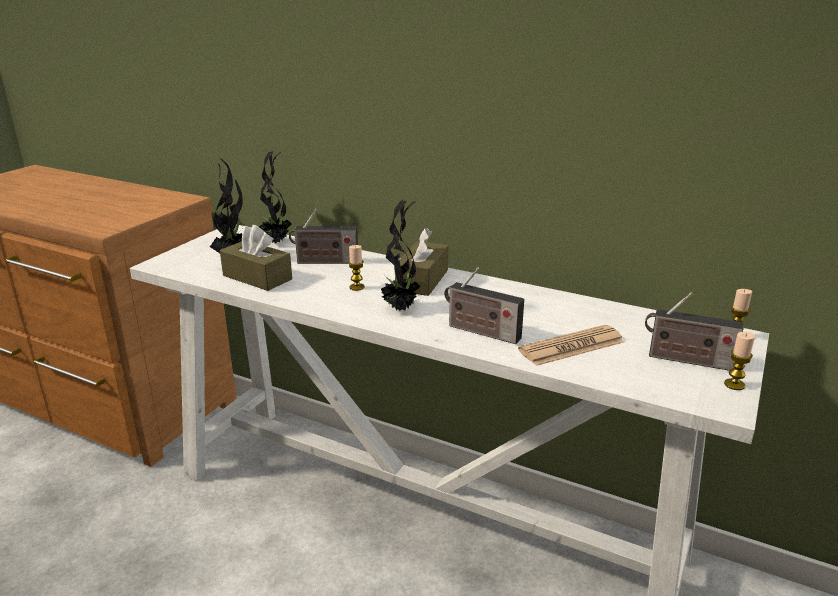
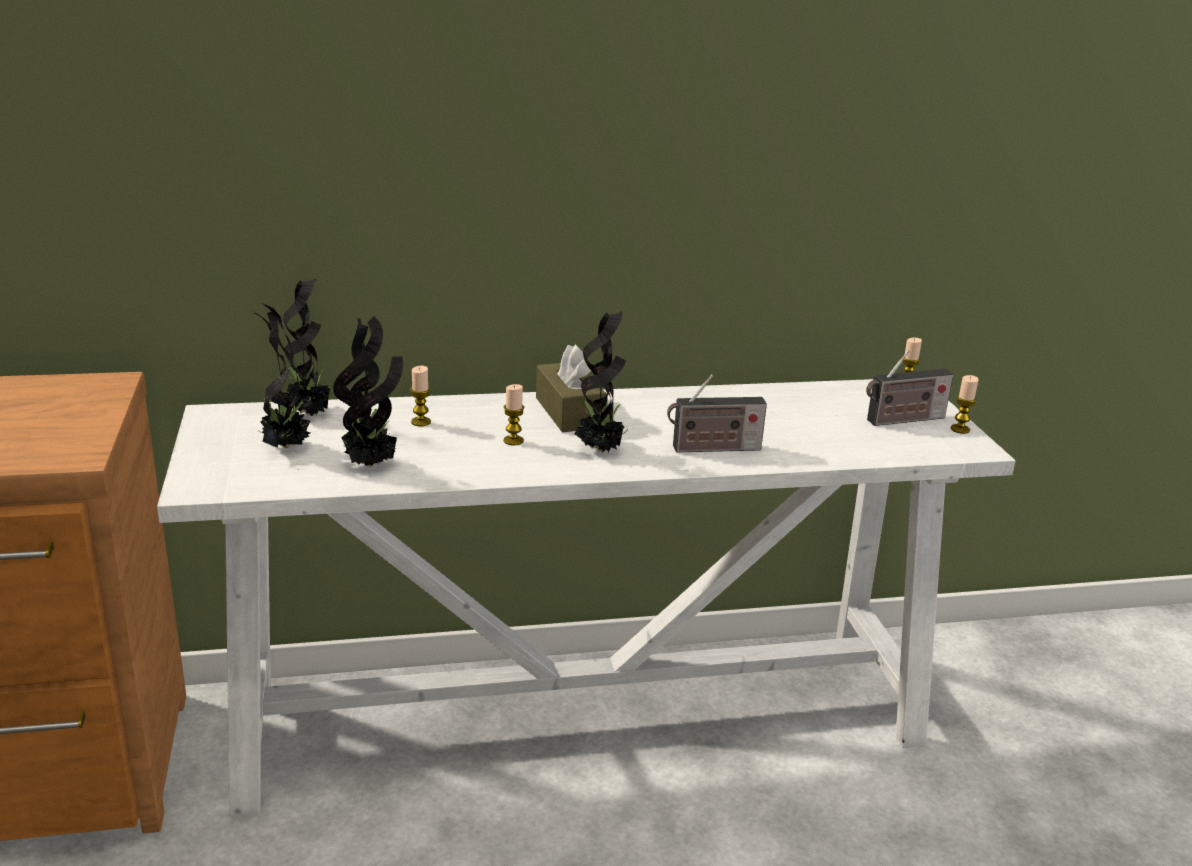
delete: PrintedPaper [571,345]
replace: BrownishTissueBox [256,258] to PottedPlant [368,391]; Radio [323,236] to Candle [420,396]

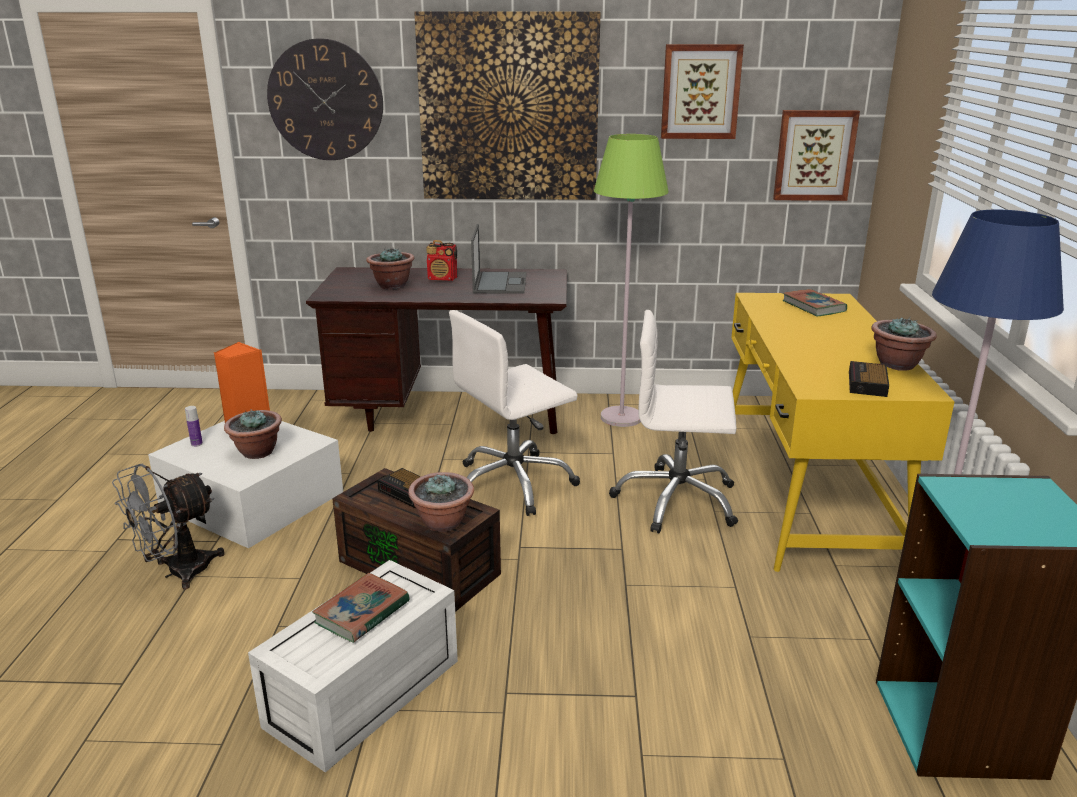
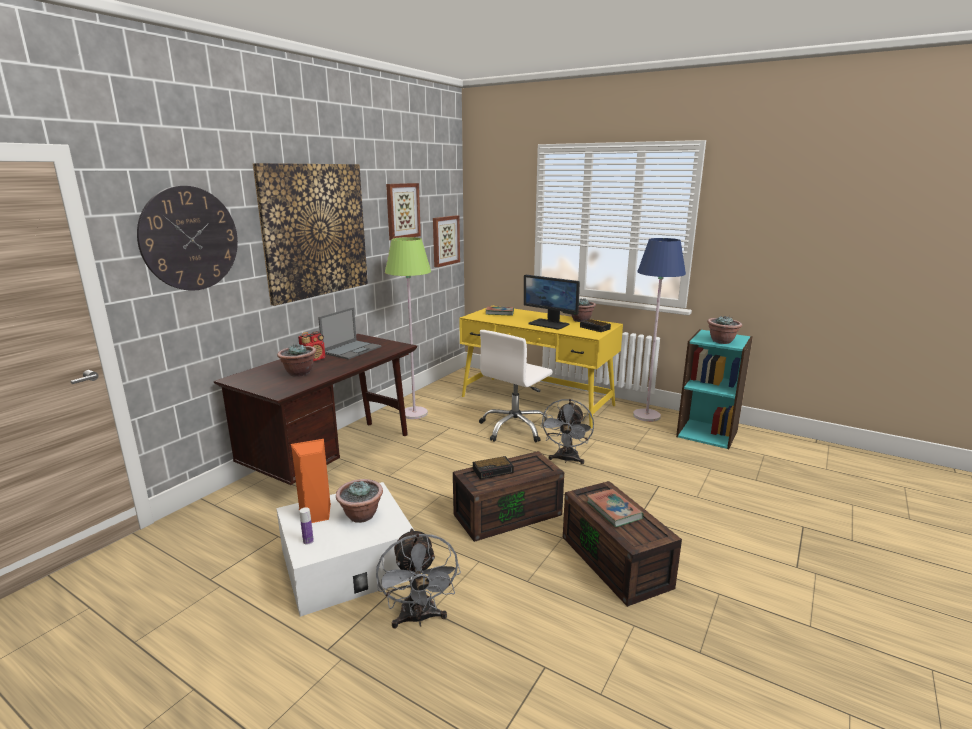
delete: WhitishOfficeChair [514,413]
insert: ComputerScreen [552,302]; GrayCoolingFan [567,431]
move: PottedPlant [441,502] to [725,330]
recolor: WhitishStorageContainer [353,666] to BrownishStorageContainer [622,544]
rotate: Laptop [498,259] = [350,333] 90 degrees clockwise

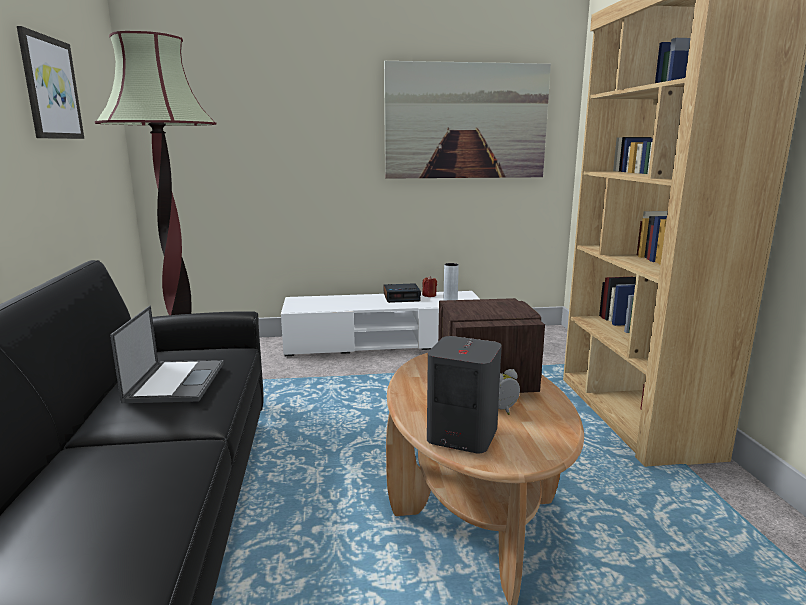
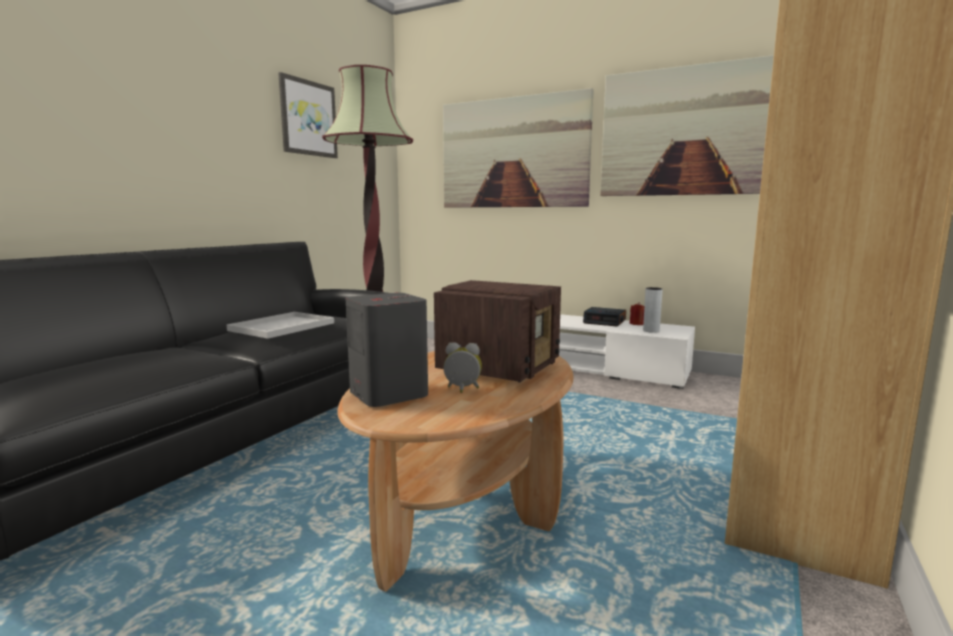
insert: Picture [518,148]
replace: Laptop [167,354] to WhitishServingTray [280,325]

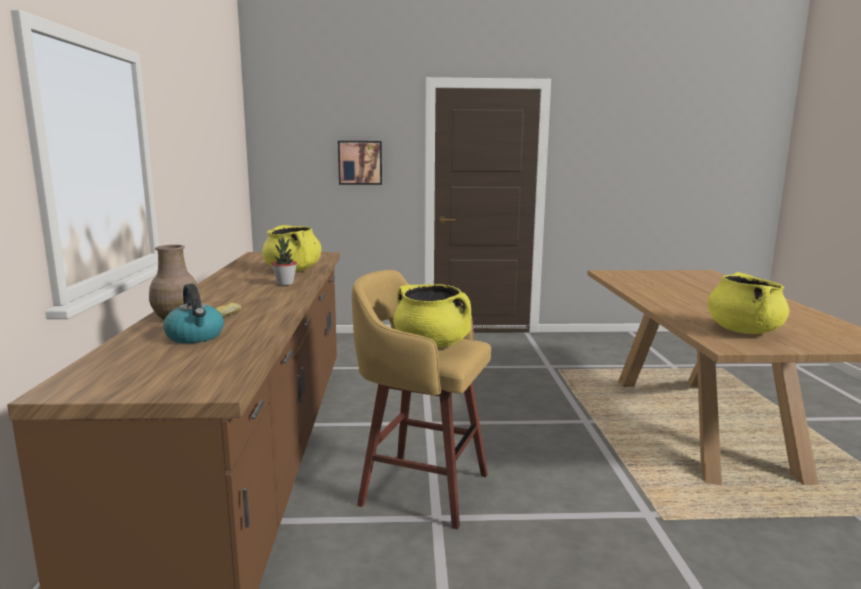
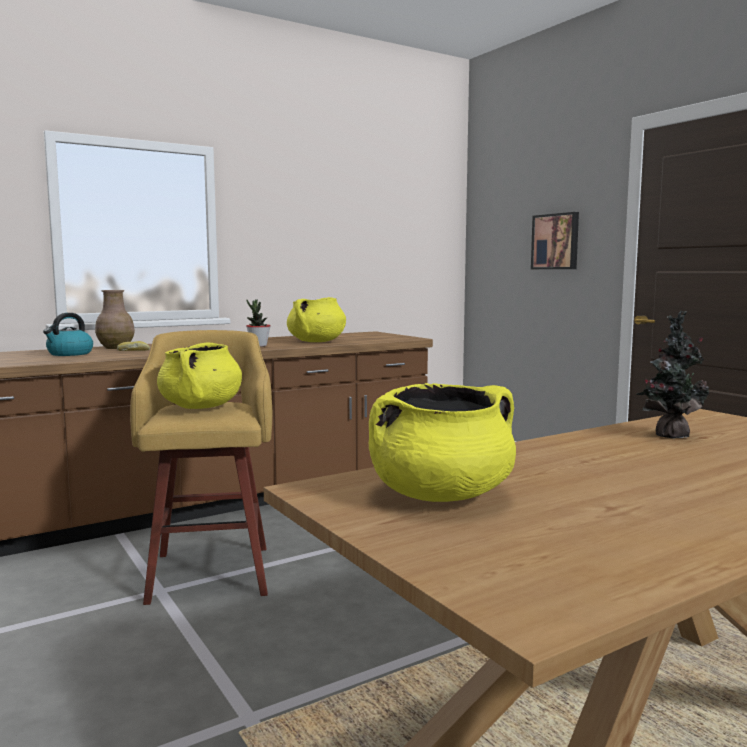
insert: PottedPlant [673,375]

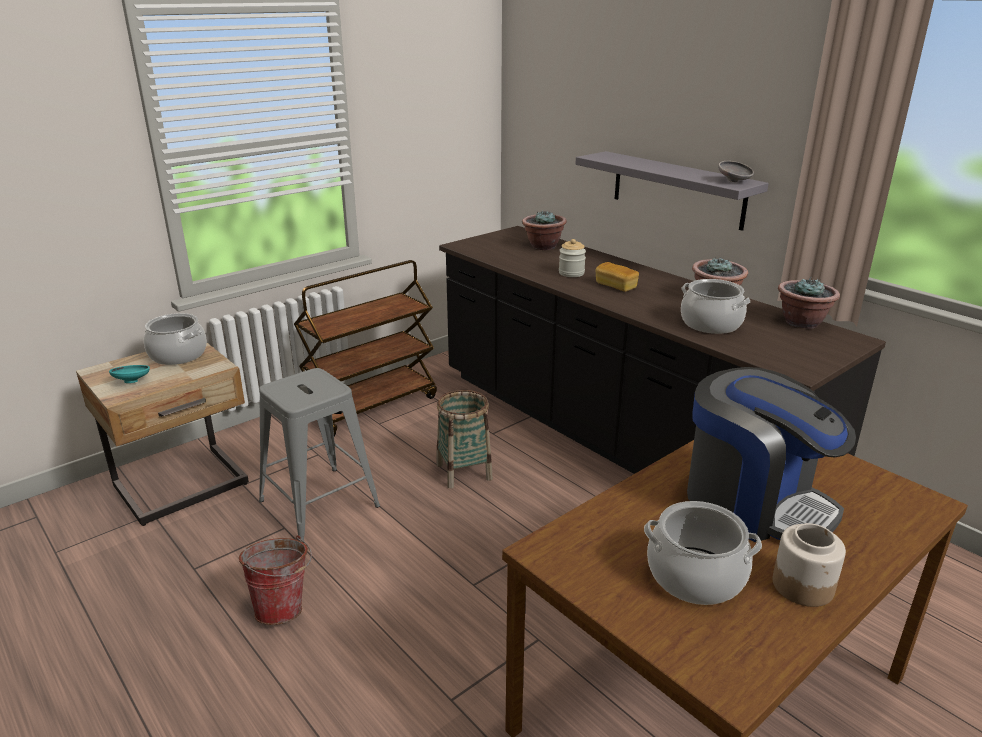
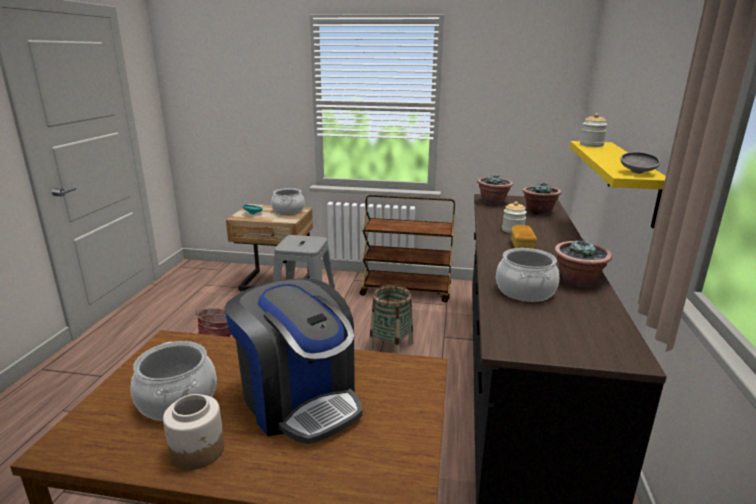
insert: StorageJar [594,130]
move: PottedPlant [809,303] to [495,190]
recolor: GrayWallShelf [672,191] to YellowColouredWallShelf [618,184]
rotate: CoffeeMachine [771,454] = [293,361] 45 degrees counterclockwise

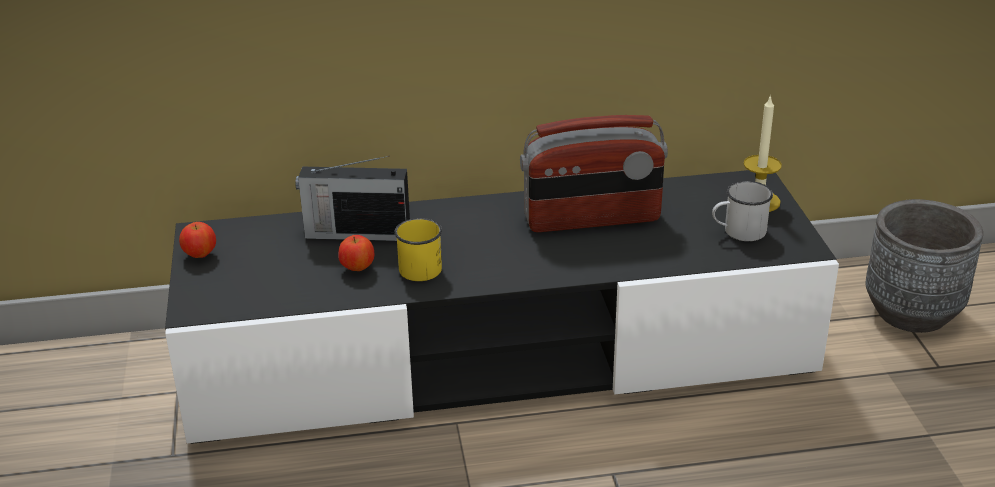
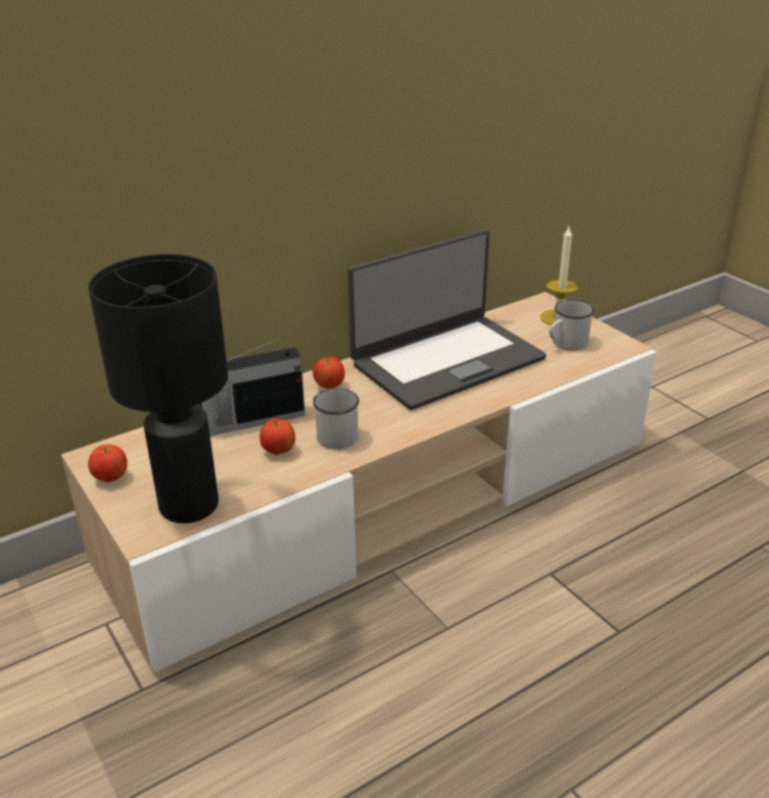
delete: GrayPlanter [924,266]
insert: BlackColouredTabletopLamp [158,388]; WholeApple [329,373]
replace: Radio [594,173] to Laptop [446,319]
recolor: BlackColouredTvUnit [502,307] to BeigeColouredTvUnit [359,482]; YellowColouredTeaMug [418,249] to WhitishTeaMug [336,419]

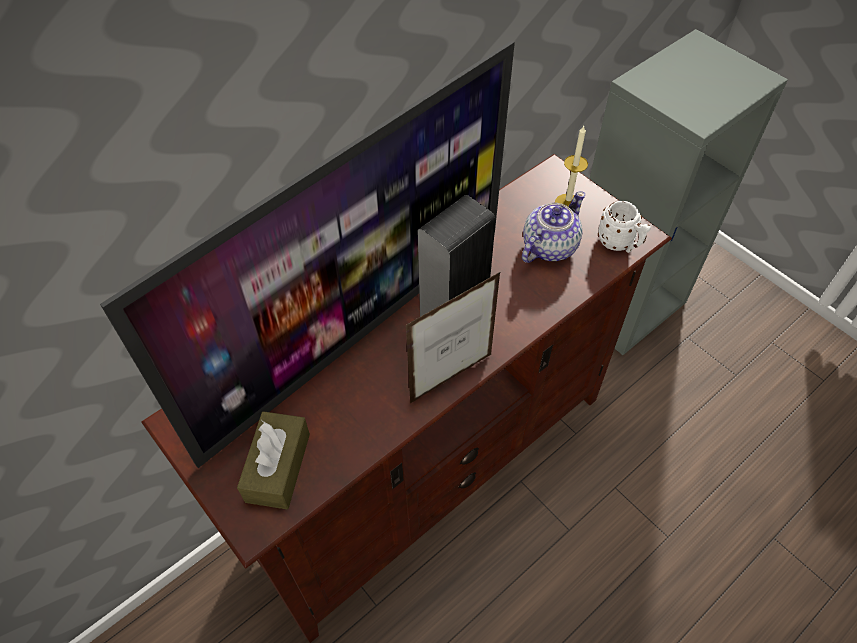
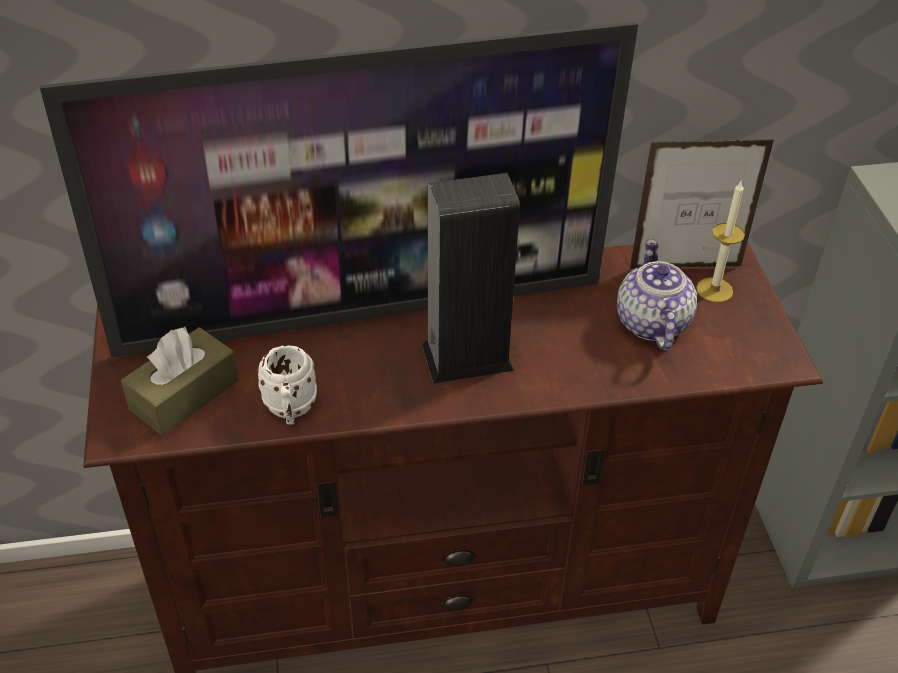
move: PhotoFrame [453,337] to [702,204]; WhitishTeaMug [624,227] to [287,385]
rotate: Teapot [553,227] = [657,294] 75 degrees counterclockwise

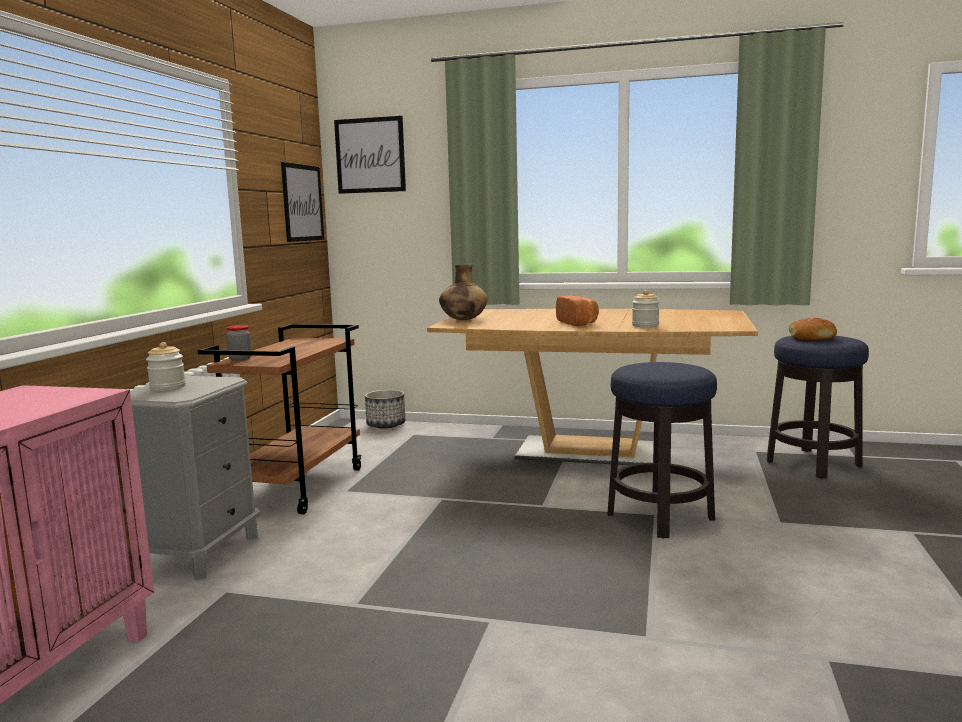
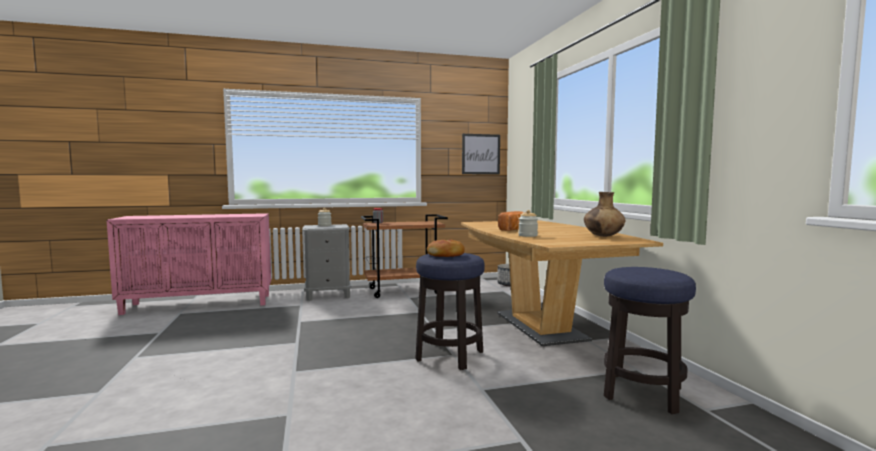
delete: Picture [370,155]
move: BrownishVase [463,292] to [604,214]; BakeryBread [813,329] to [446,248]

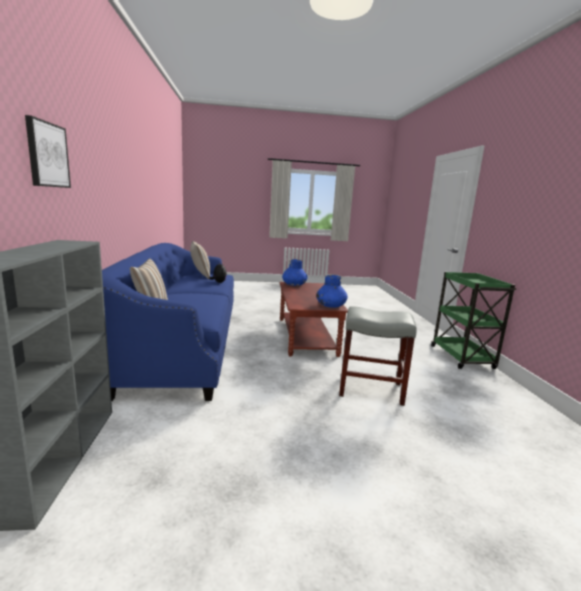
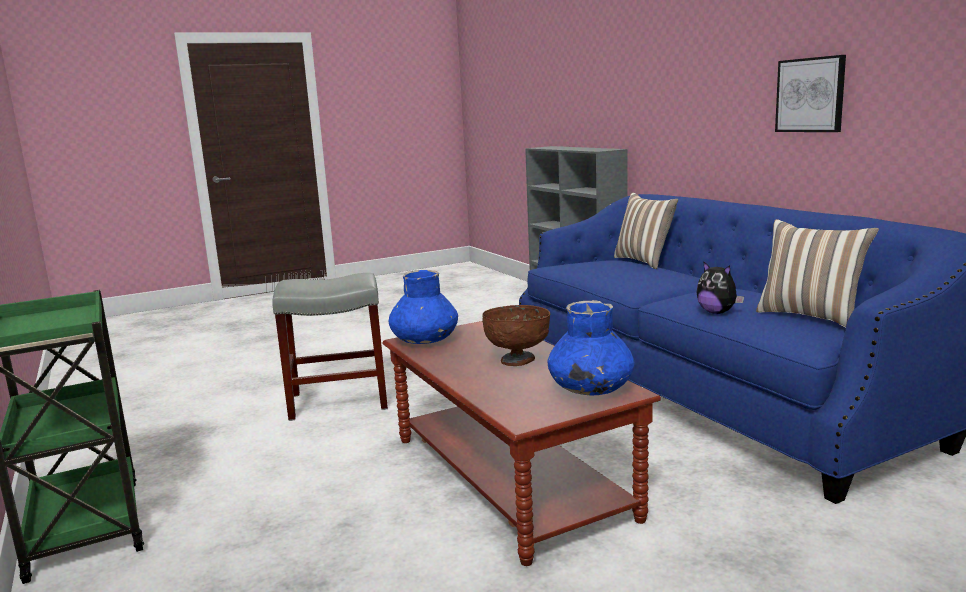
insert: BrownishServingBowl [516,335]
move: Picture [48,151] to [810,93]

